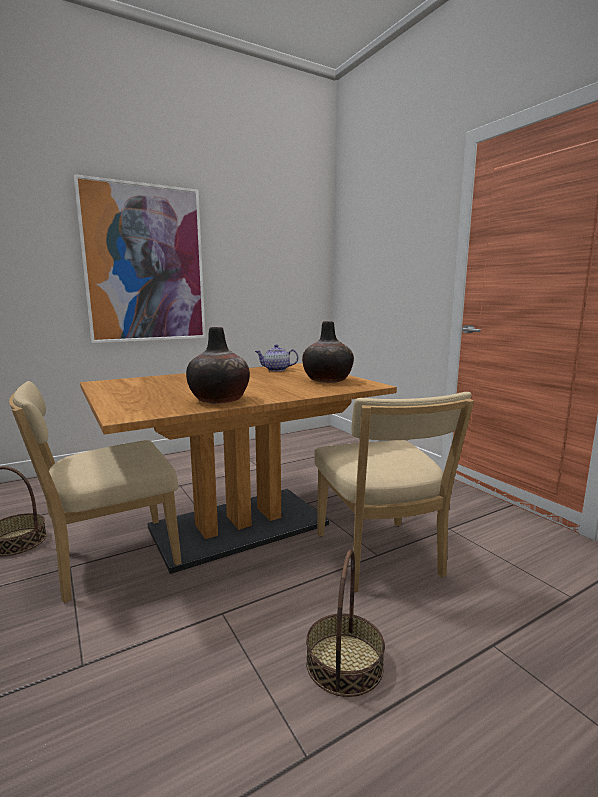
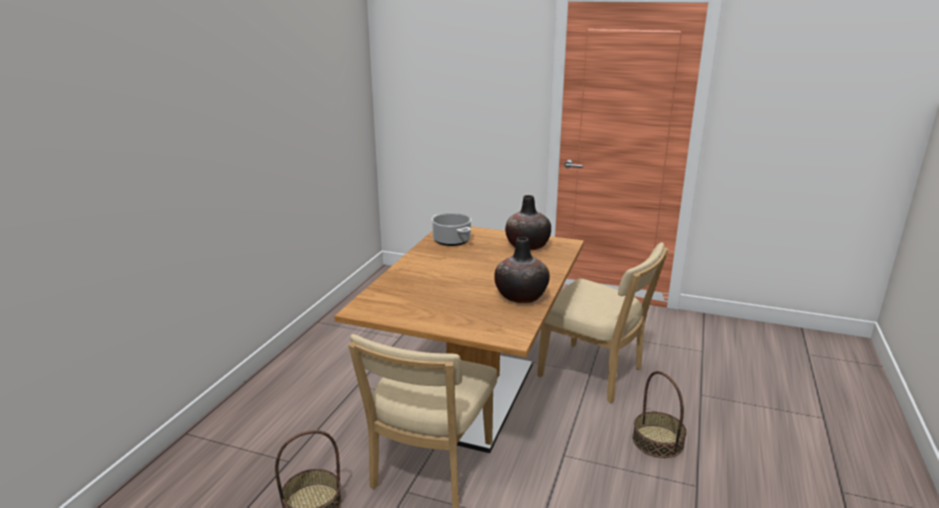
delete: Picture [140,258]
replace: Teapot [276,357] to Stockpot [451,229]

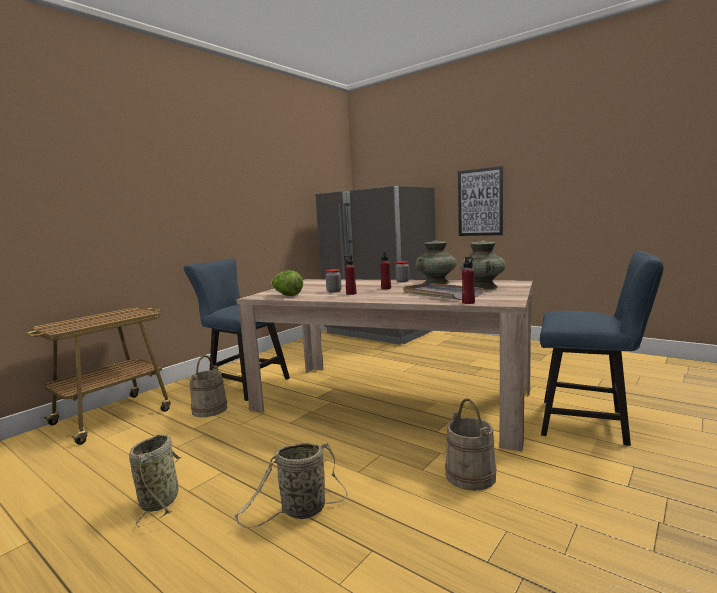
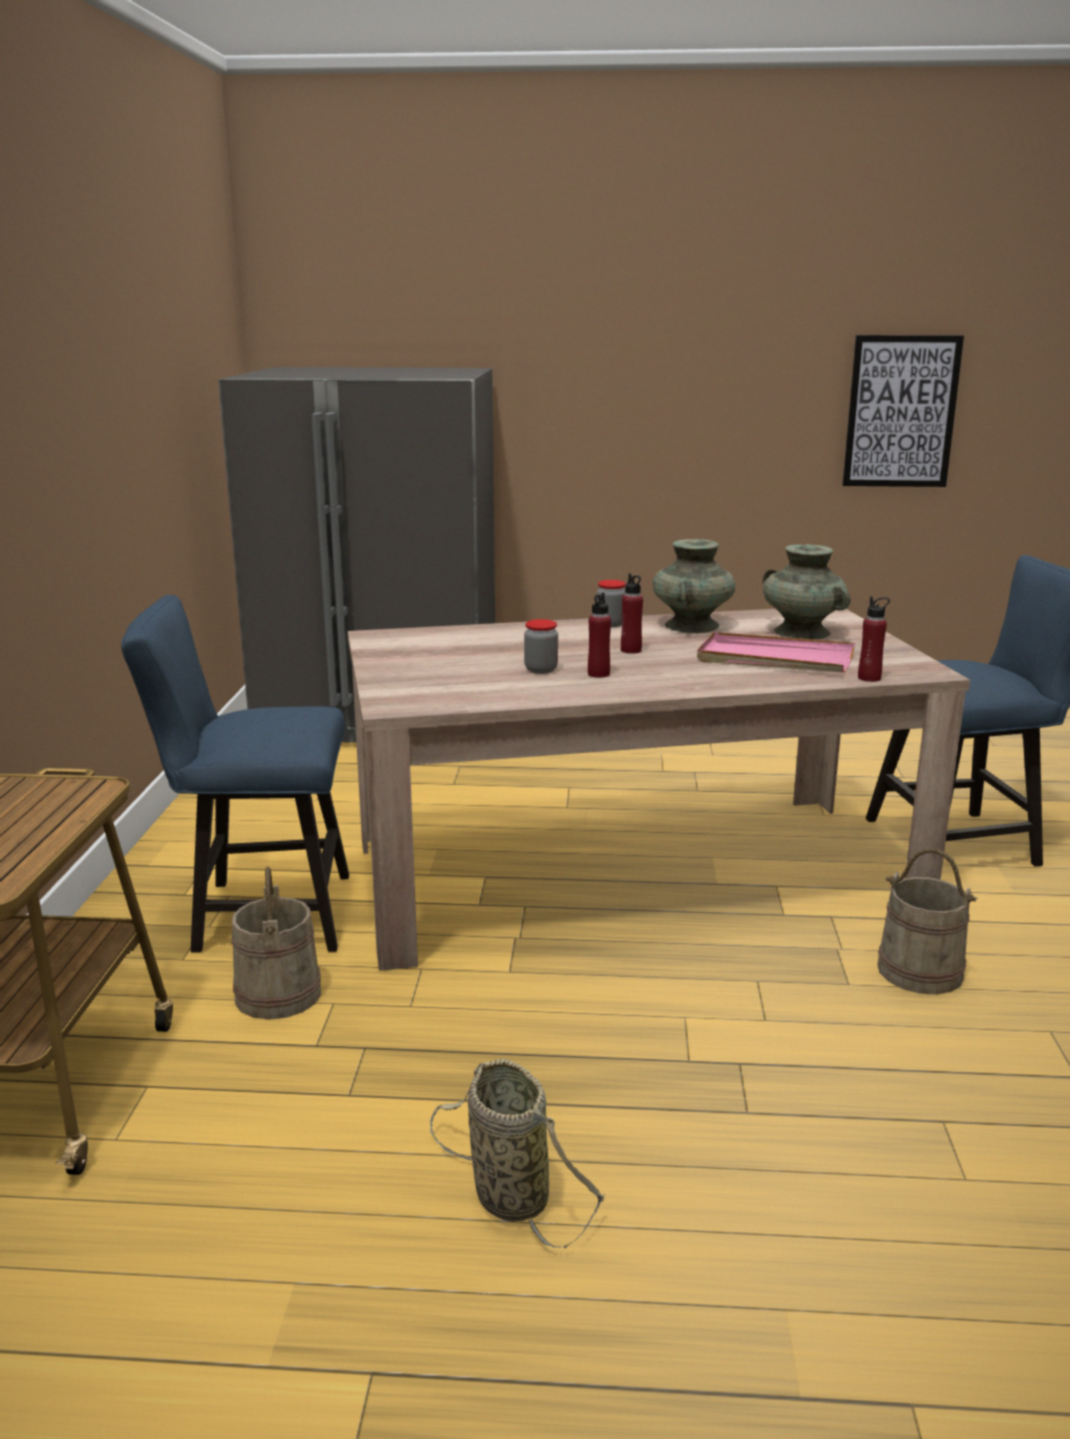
delete: HouseholdBasket [291,485]; HeadOfLettuce [287,283]
move: Picture [480,201] to [903,411]
recolor: GrayServingTray [443,291] to PinkishServingTray [776,652]

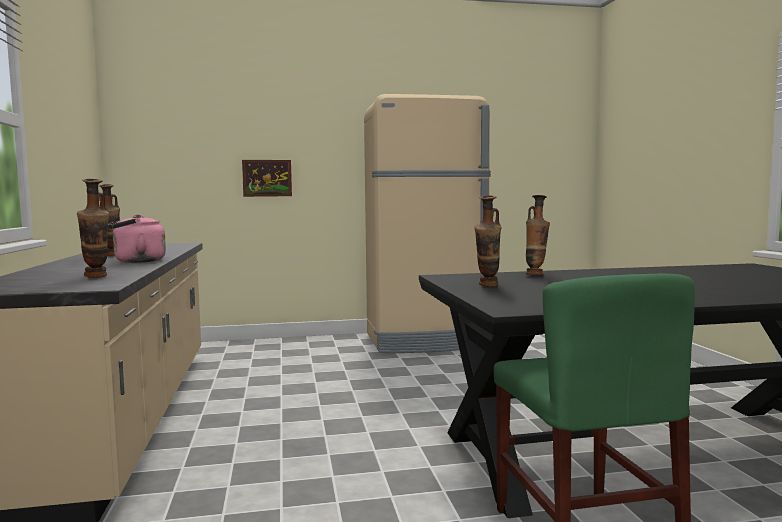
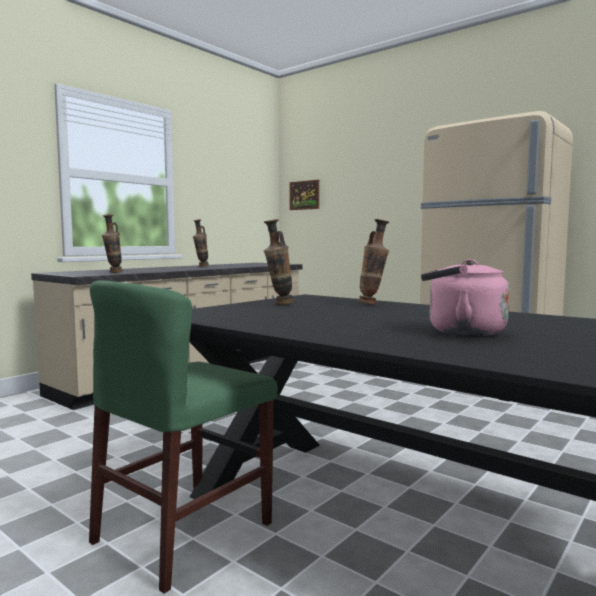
move: PinkishTeaKettle [137,238] to [465,297]; Picture [267,178] to [304,195]

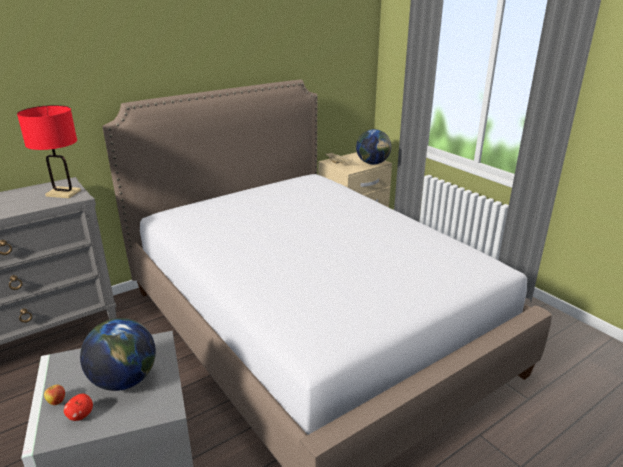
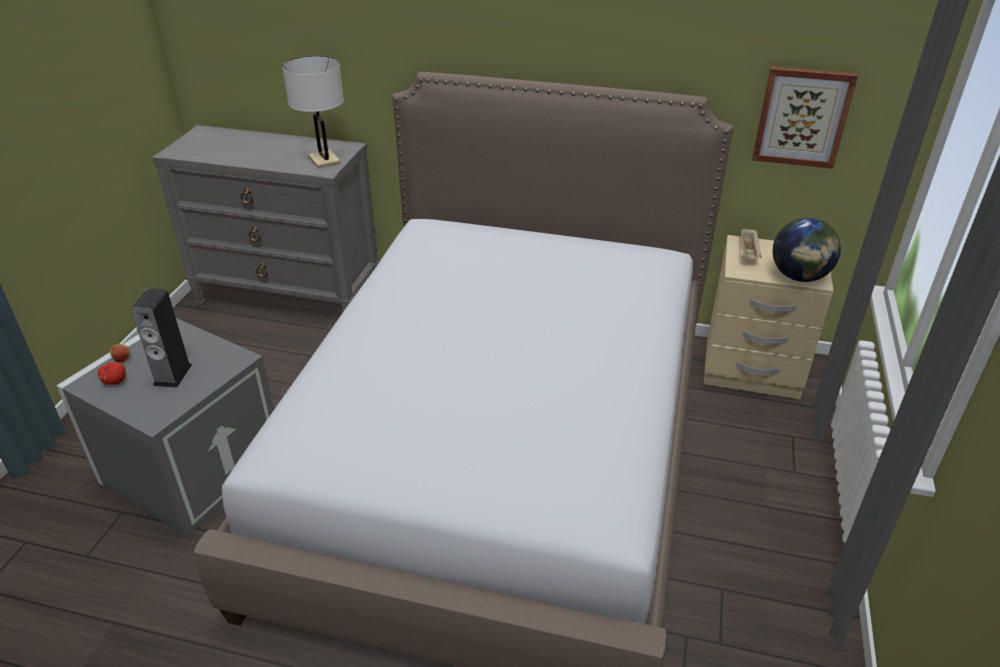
insert: Picture [805,117]
replace: Globe [118,354] to Speaker [161,338]
recolor: RedTabletopLamp [49,151] to WhitishTabletopLamp [313,112]

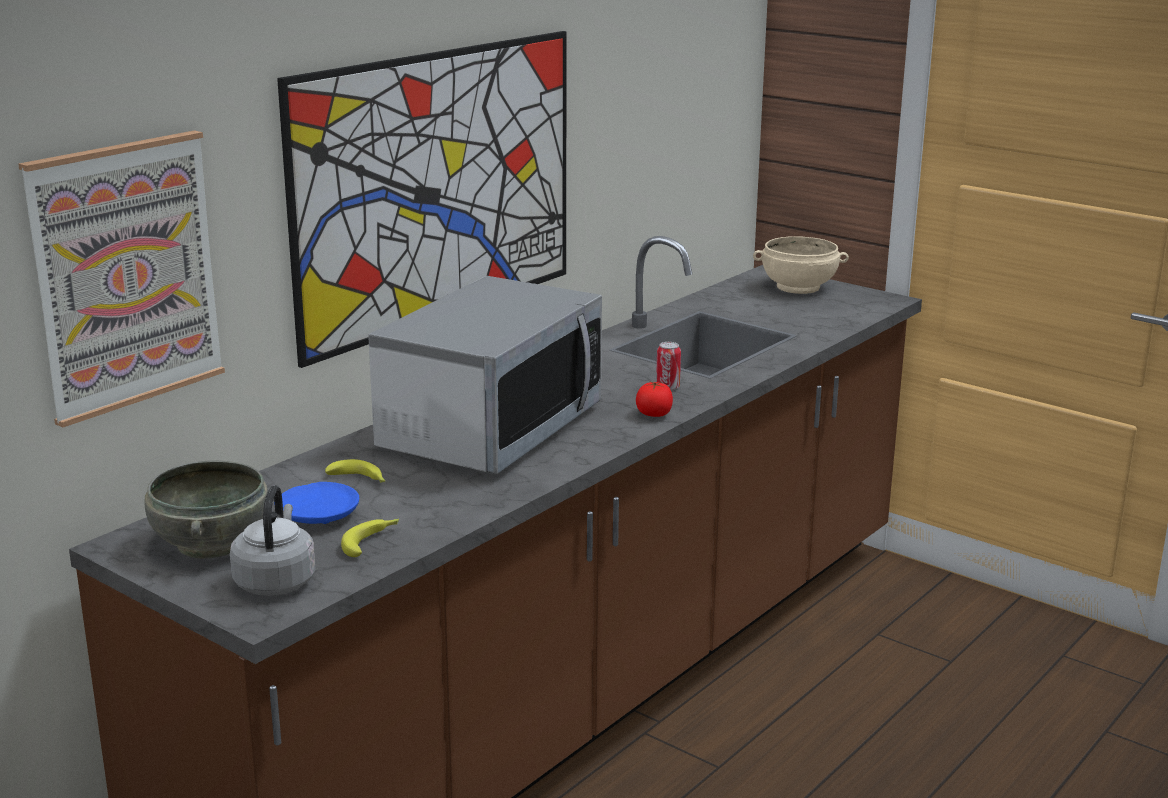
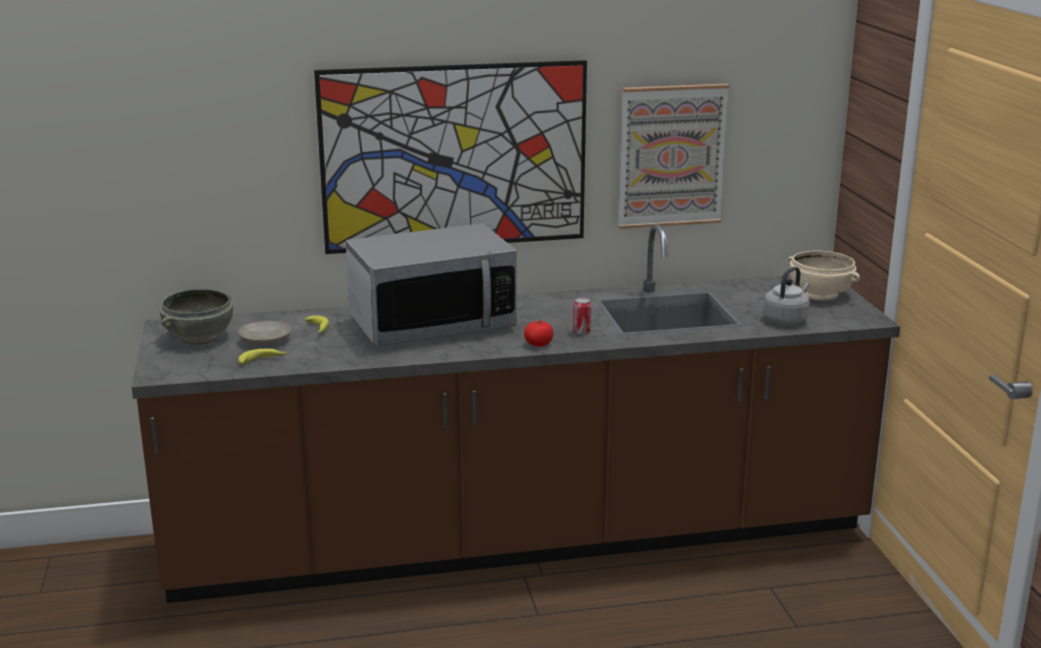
move: Picture [121,278] to [674,156]; GrayTeaKettle [272,540] to [786,295]
recolor: BluishPlate [316,503] to BeigeColouredPlate [264,333]

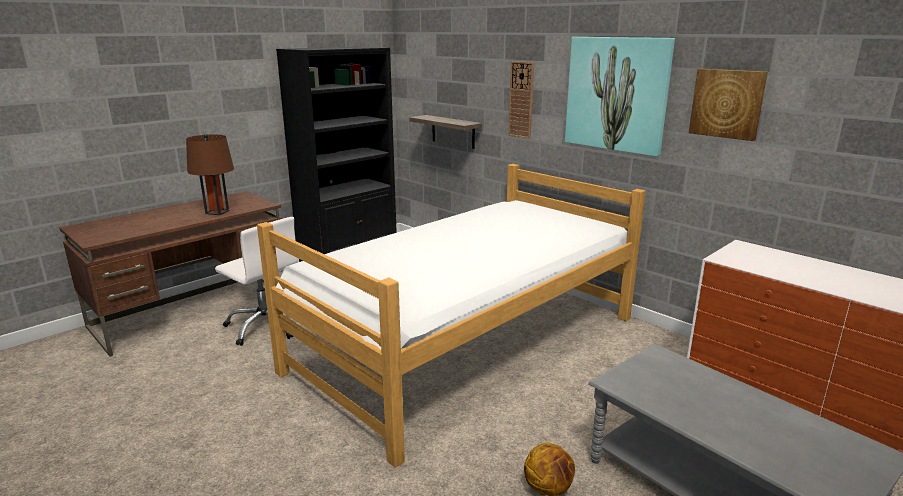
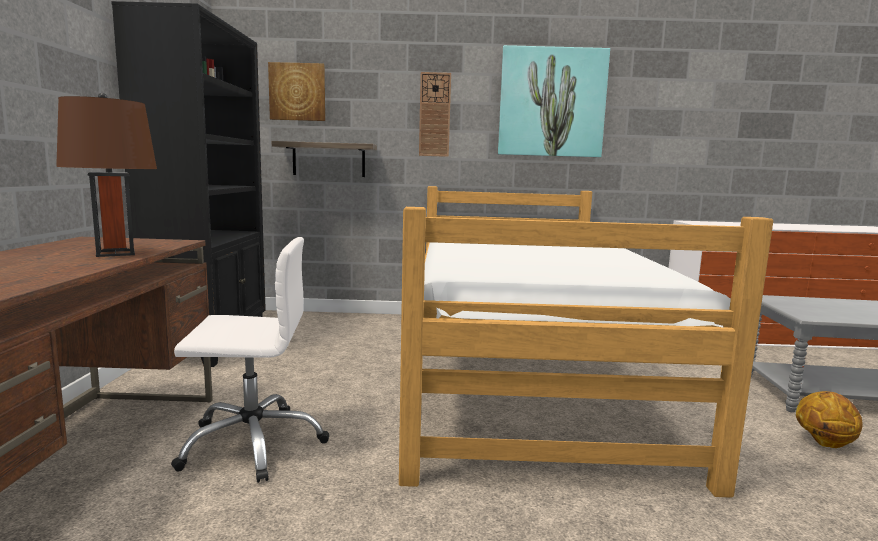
move: Picture [728,105] to [296,91]

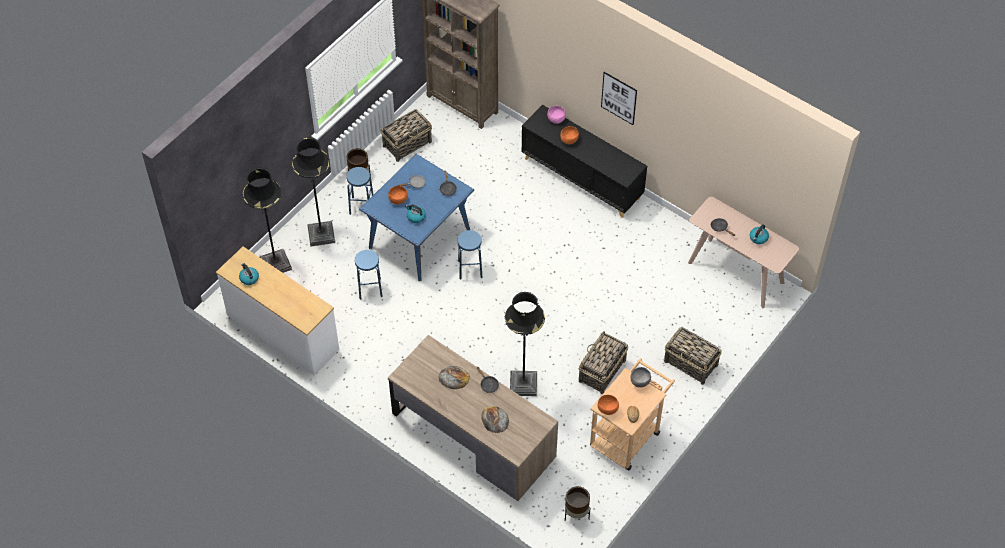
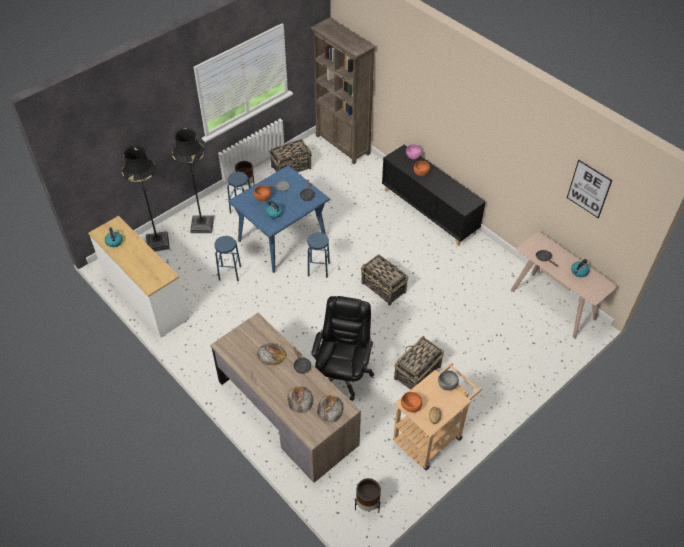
insert: BakeryBread [330,409]
move: Picture [619,98] to [589,189]; HouseholdBasket [693,356] to [384,280]
replace: BlackColouredFloorLamp [525,344] to BlackColouredOfficeChair [342,348]

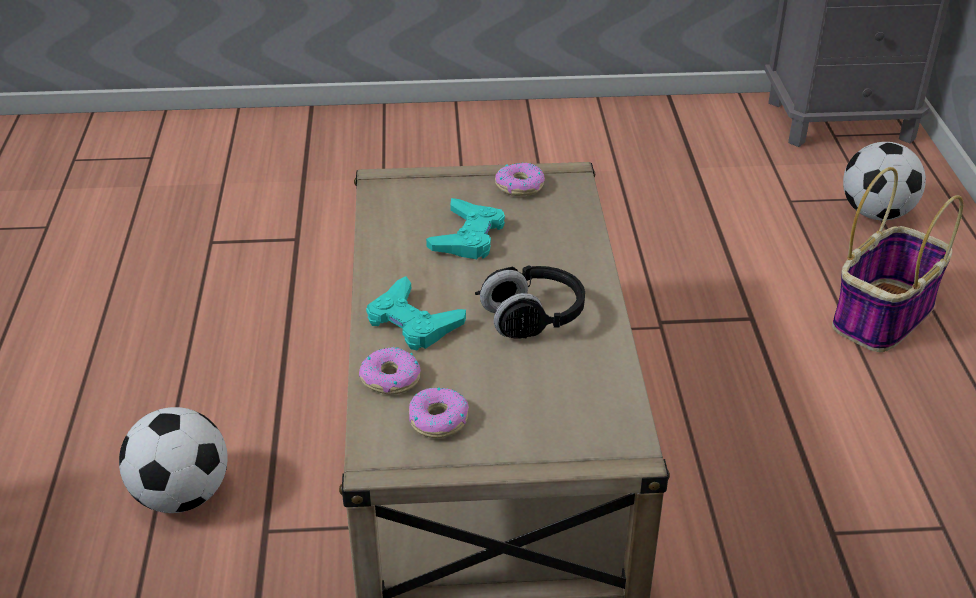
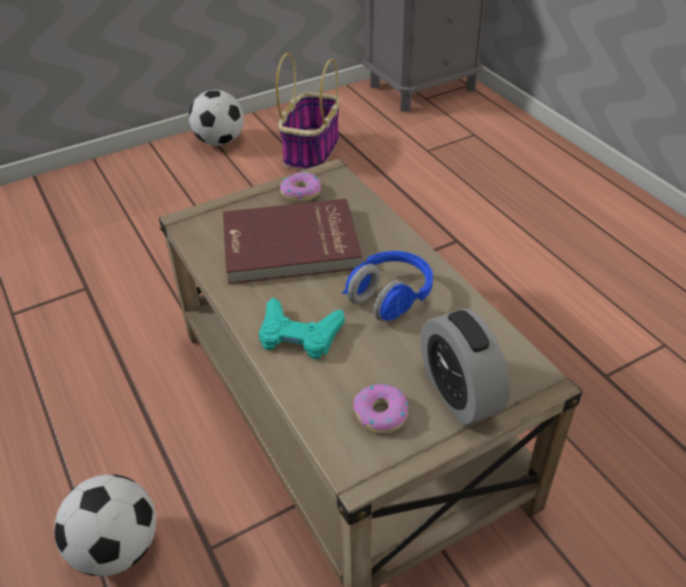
delete: Donut [390,371]
insert: AlarmClock [466,366]
move: HouseholdBasket [897,259] to [307,111]; FootballBall [884,181] to [216,118]
replace: BlueGreenGameController [465,228] to RedBook [292,241]
recolor: BlackColouredHeadset [530,302] to BluishHeadset [387,286]

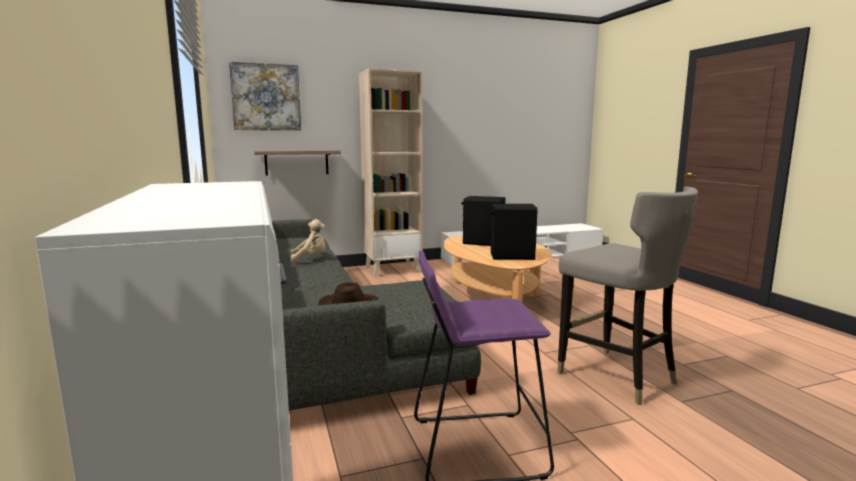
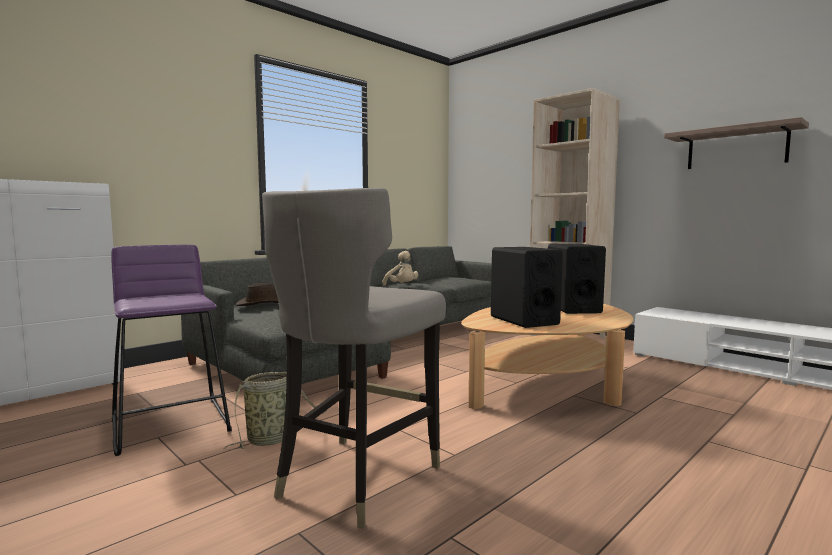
delete: Picture [265,96]
insert: HouseholdBasket [275,411]
move: WallShelf [297,163] to [736,143]

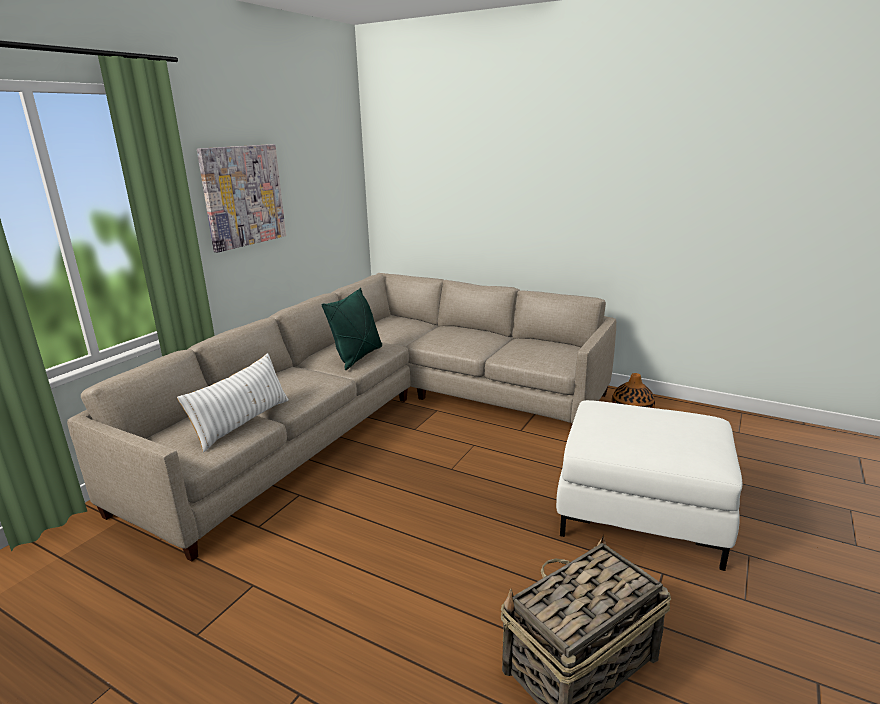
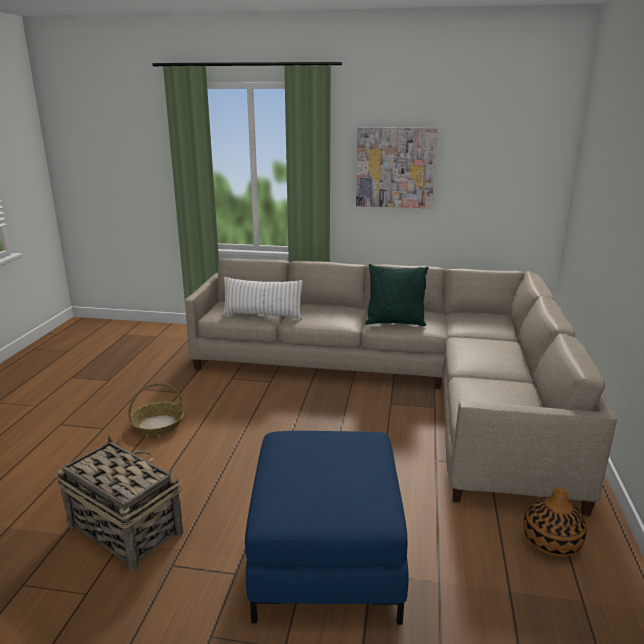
insert: HouseholdBasket [156,409]
recolor: WhitishOttoman [649,485] to BluishOttoman [326,528]

